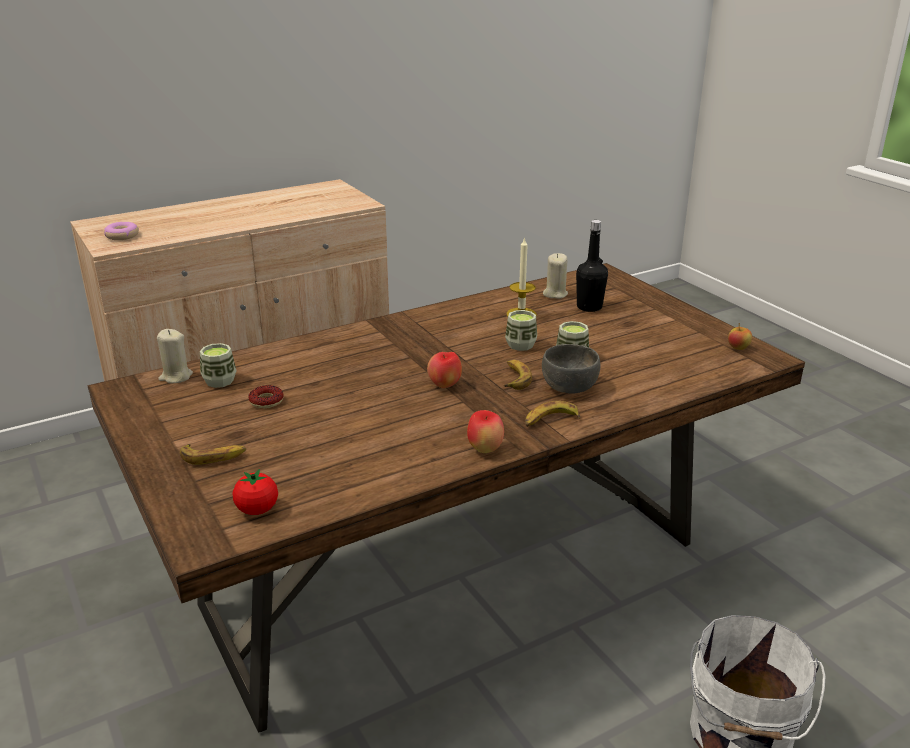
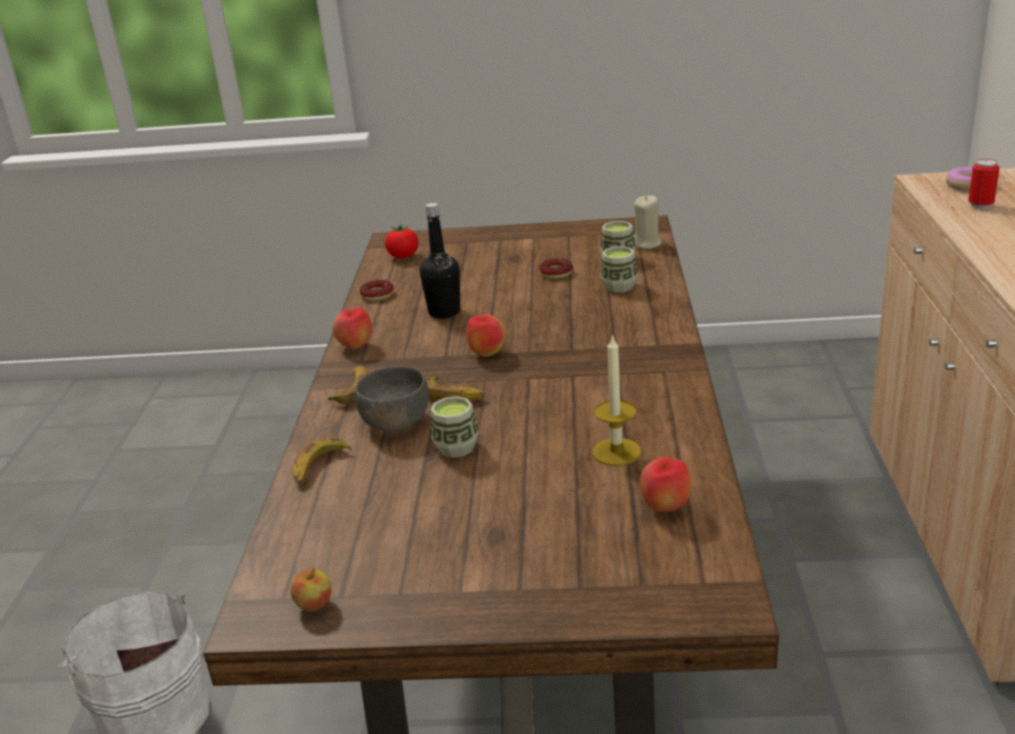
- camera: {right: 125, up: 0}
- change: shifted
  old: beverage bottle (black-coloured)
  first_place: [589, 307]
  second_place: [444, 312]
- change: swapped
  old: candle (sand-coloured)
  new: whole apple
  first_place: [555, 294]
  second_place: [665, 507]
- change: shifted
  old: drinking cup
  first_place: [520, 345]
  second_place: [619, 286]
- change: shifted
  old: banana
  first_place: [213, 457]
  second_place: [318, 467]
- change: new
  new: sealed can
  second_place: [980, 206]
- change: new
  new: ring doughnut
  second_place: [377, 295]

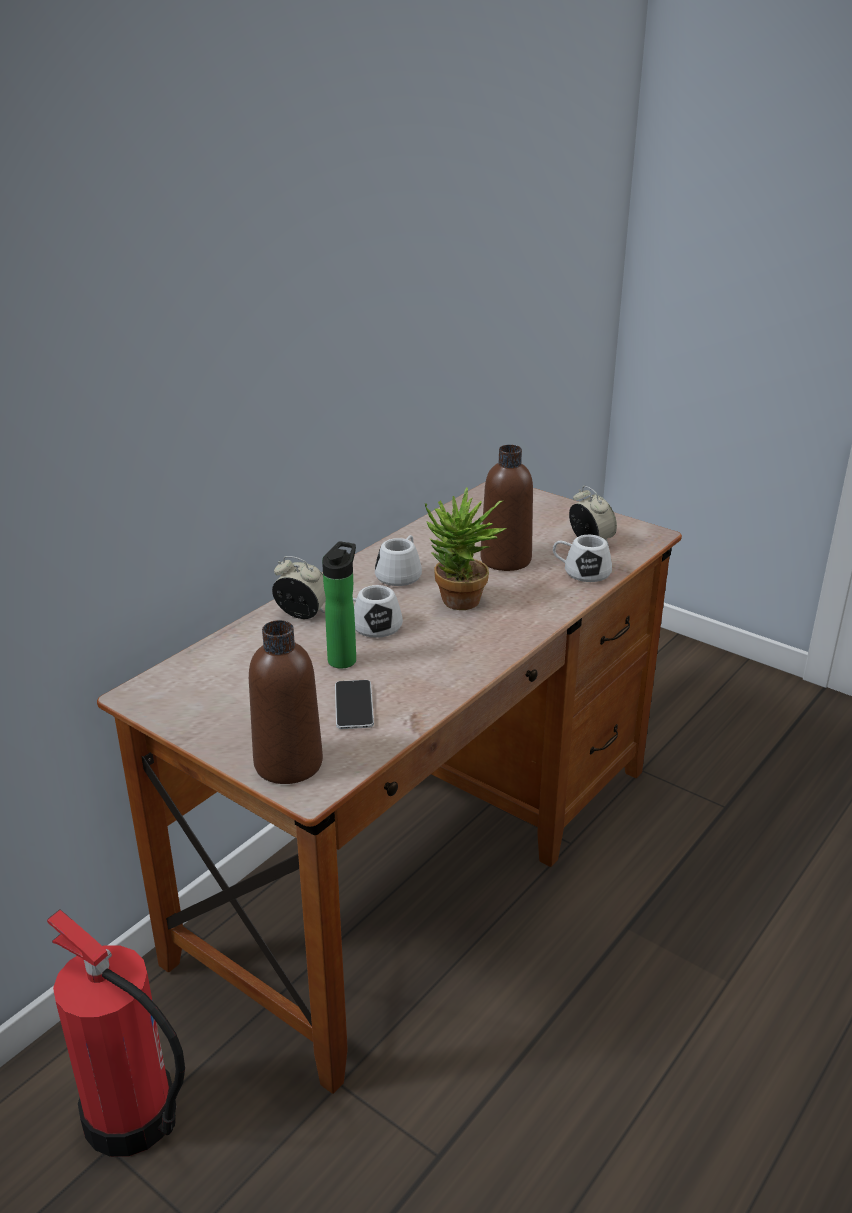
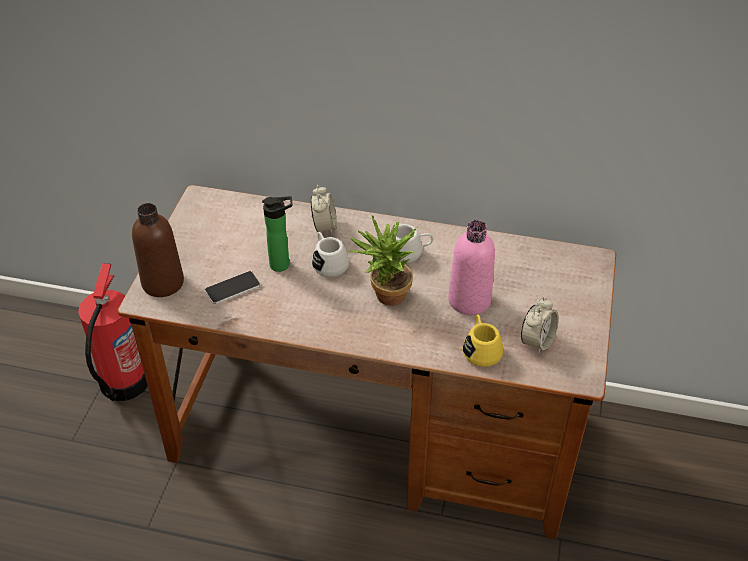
- camera: {right: 65, up: 15}
- change: repainted
  old: beverage bottle (brownish)
  new: beverage bottle (pink-coloured)
  first_place: [505, 560]
  second_place: [469, 300]
- change: repainted
  old: coffee mug (white-coloured)
  new: coffee mug (yellowish)
  first_place: [581, 572]
  second_place: [481, 349]

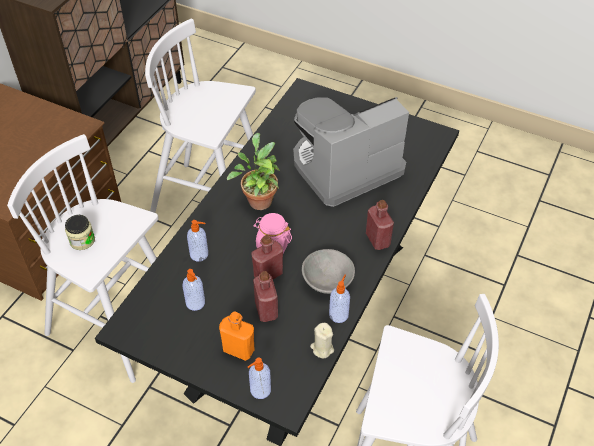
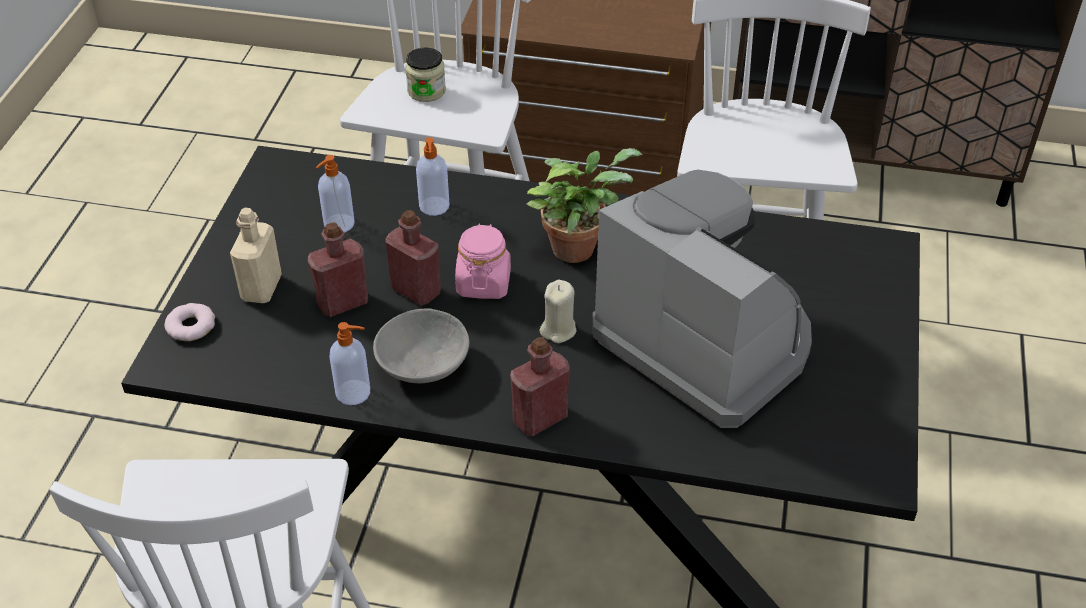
- camera: {right: 75, up: -5}
- change: repainted
  old: beverage bottle (orange-coloured)
  new: beverage bottle (sand-coloured)
  first_place: [238, 349]
  second_place: [261, 288]
- change: shifted
  old: candle (sand-coloured)
  first_place: [322, 348]
  second_place: [558, 330]
- change: swapped
  old: liquid soap bottle
  new: ring doughnut
  first_place: [259, 390]
  second_place: [191, 326]

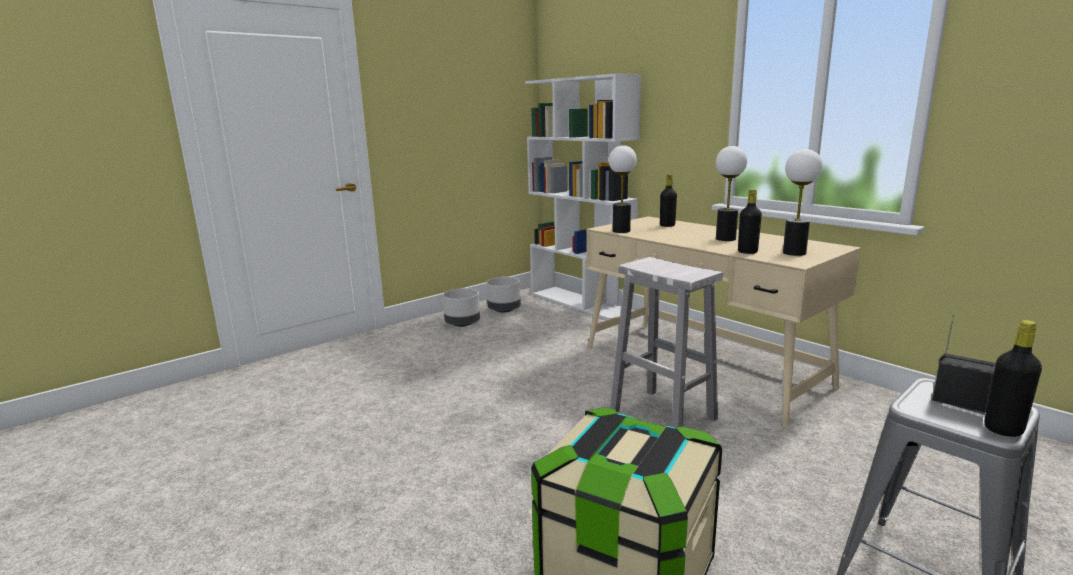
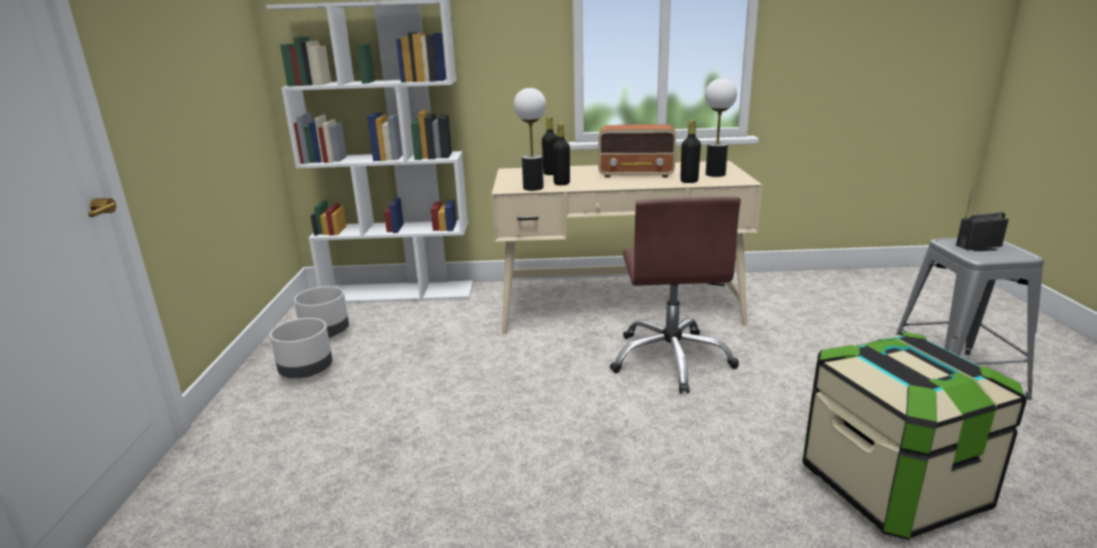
- camera: {right: -50, up: 5}
- change: swapped
  old: lamp for a table
  new: radio
  first_place: [726, 239]
  second_place: [637, 174]
- change: swapped
  old: sitting stool (white-coloured)
  new: desk chair (brownish)
  first_place: [661, 414]
  second_place: [671, 359]
- change: shifted
  old: beverage bottle (black-coloured)
  first_place: [1003, 429]
  second_place: [561, 183]

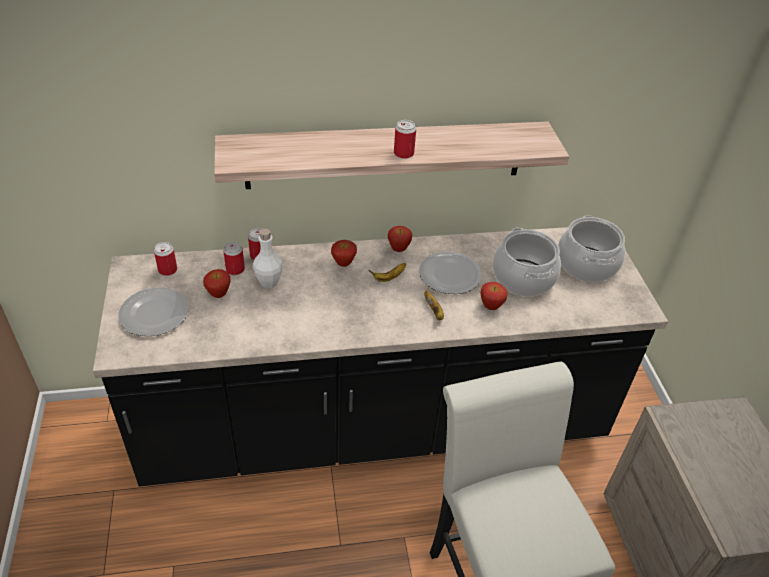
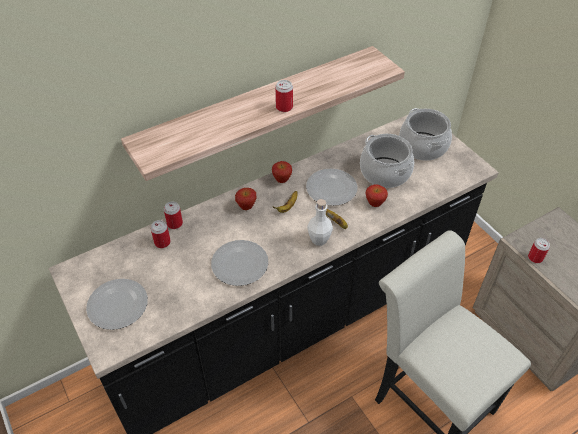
- camera: {right: -20, up: 5}
- change: shifted
  old: beverage bottle (white-coloured)
  first_place: [269, 282]
  second_place: [319, 239]
- change: shifted
  old: sealed can
  first_place: [168, 270]
  second_place: [535, 258]
- change: gone
  old: whole apple
  first_place: [219, 294]
- change: new
  new: plate
  second_place: [239, 263]

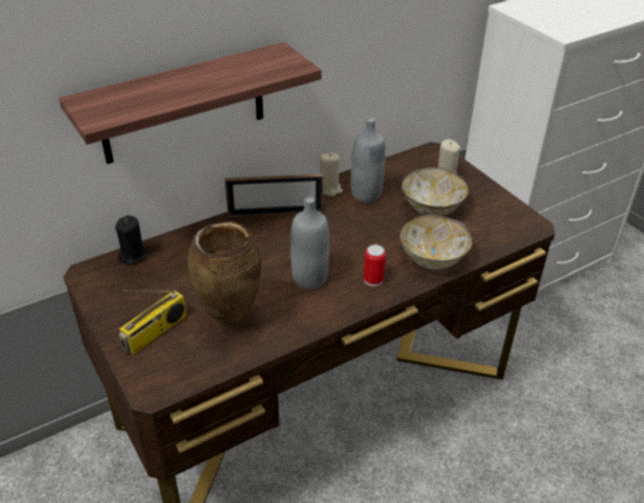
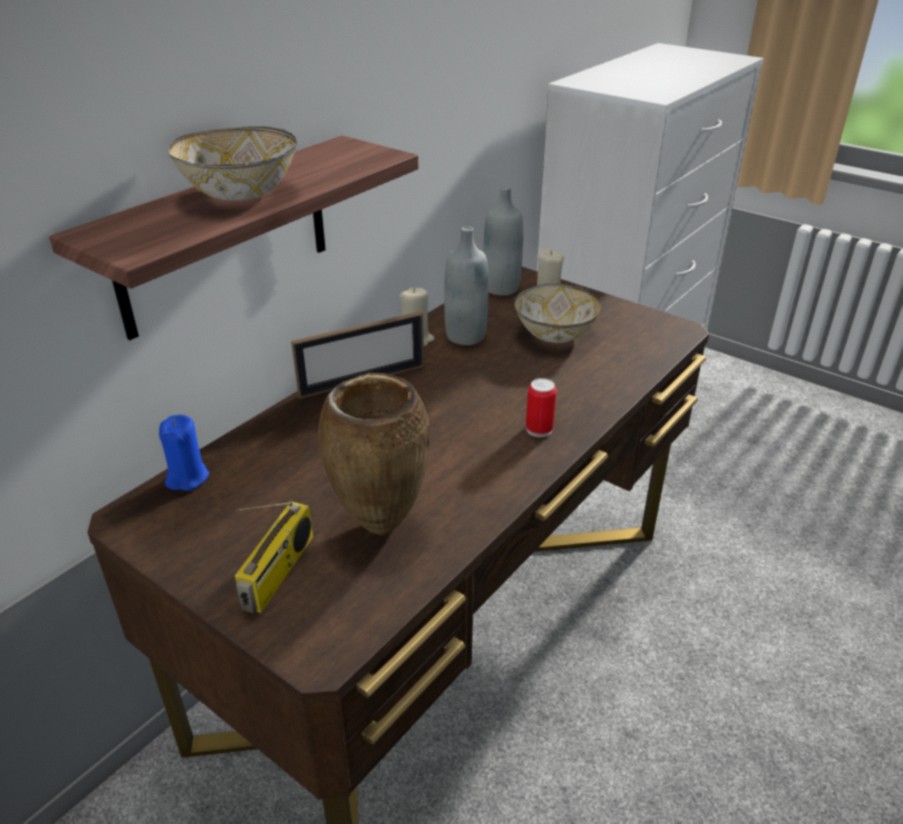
- camera: {right: -20, up: -5}
- change: shifted
  old: beverage bottle (gray)
  first_place: [309, 279]
  second_place: [501, 288]
- change: repainted
  old: candle (black-coloured)
  new: candle (blue-coloured)
  first_place: [133, 256]
  second_place: [187, 477]
- change: shifted
  old: deep dish
  first_place: [433, 259]
  second_place: [242, 194]

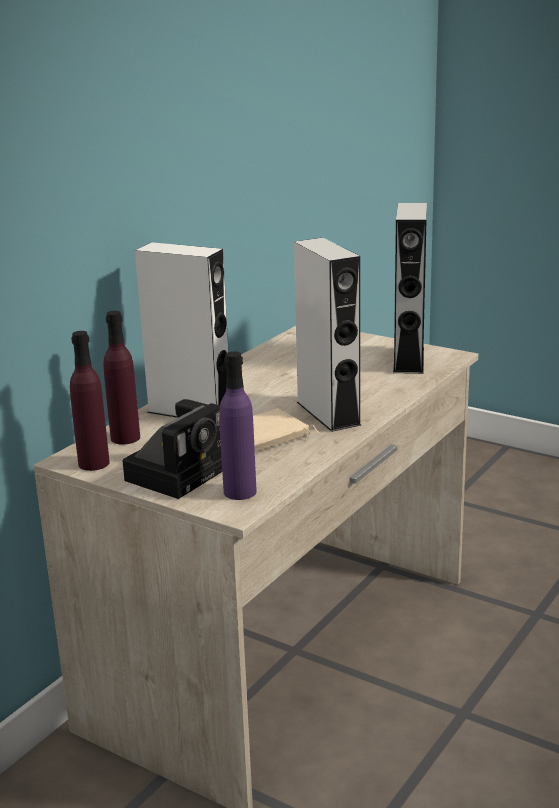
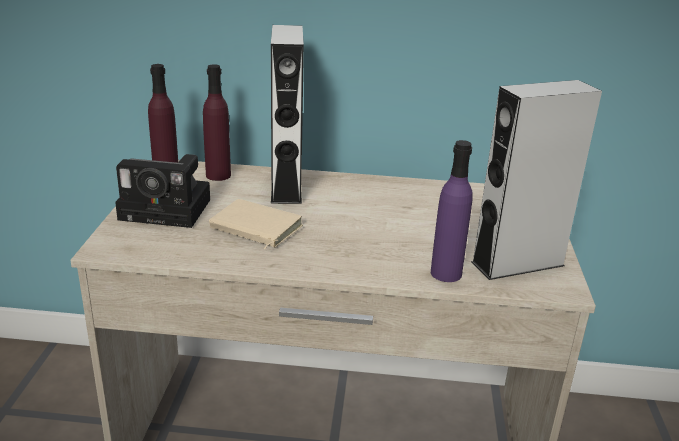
- camera: {right: 60, up: 5}
- change: gone
  old: loudspeaker (gray)
  first_place: [328, 413]
- change: shifted
  old: beverage bottle (purplish)
  first_place: [240, 492]
  second_place: [446, 273]

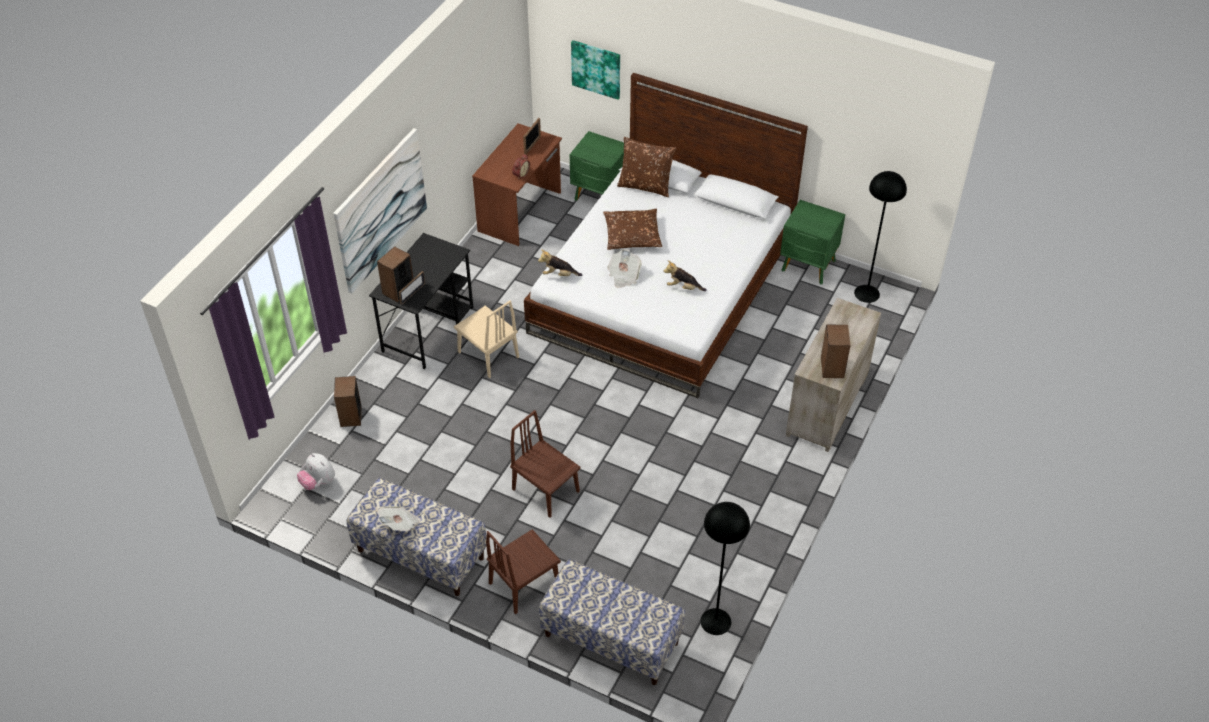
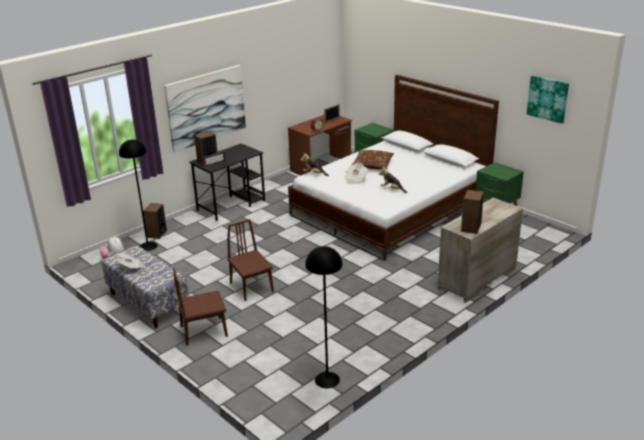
- camera: {right: 20, up: -20}
- change: shifted
  old: wall picture
  first_place: [596, 68]
  second_place: [548, 98]
- change: gone
  old: cushion (brownish)
  first_place: [645, 186]
- change: shifted
  old: standing lamp (black-coloured)
  first_place: [866, 293]
  second_place: [148, 246]
- change: gone
  old: chair (sand-coloured)
  first_place: [488, 354]
- change: gone
  old: bench
  first_place: [611, 639]

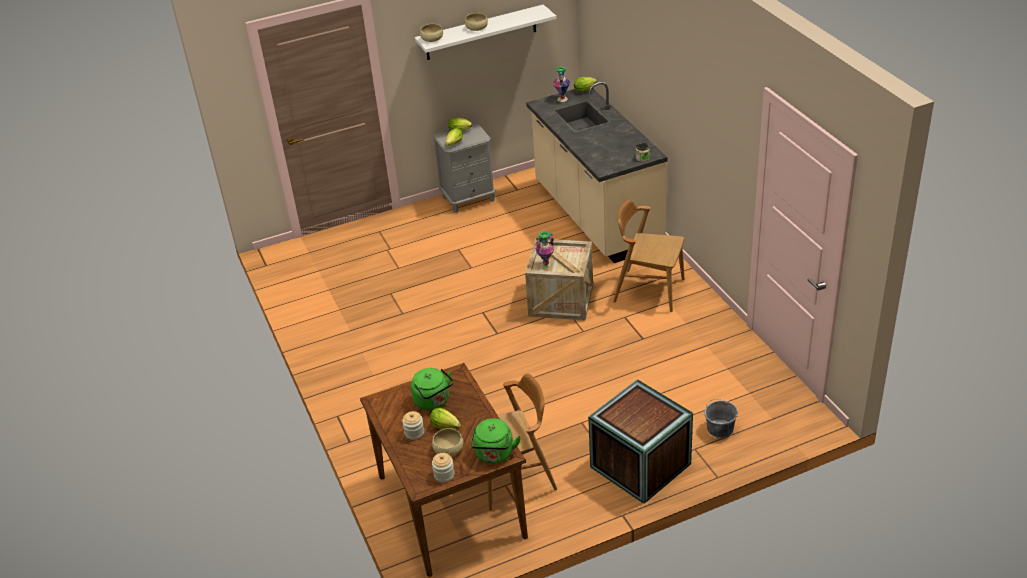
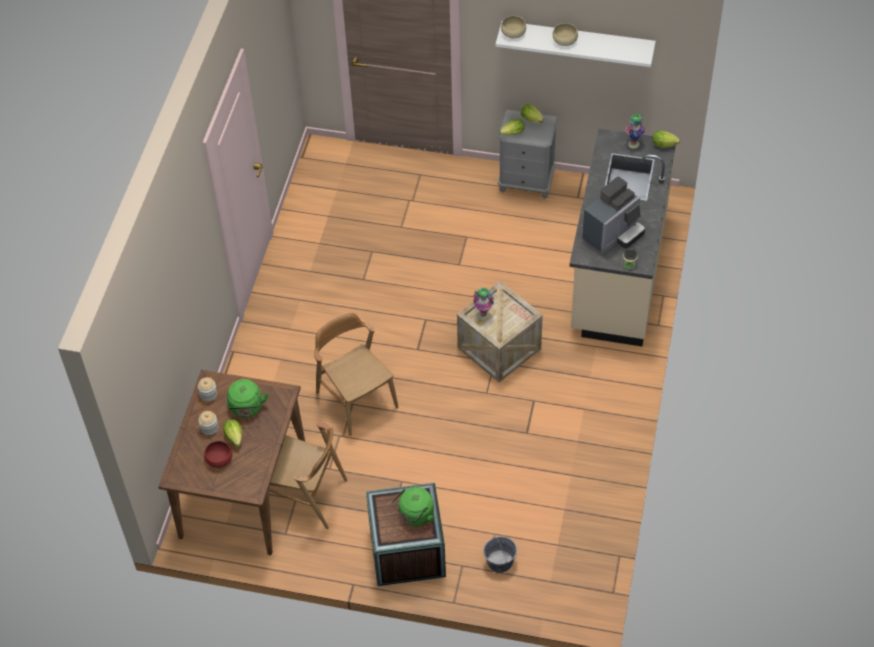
- camera: {right: 35, up: 15}
- change: shifted
  old: chair (brownish)
  first_place: [648, 290]
  second_place: [357, 400]
- change: shifted
  old: water kettle (green-coloured)
  first_place: [494, 455]
  second_place: [415, 516]
- change: repainted
  old: deep dish (sand-coloured)
  new: deep dish (red)
  first_place: [448, 449]
  second_place: [219, 459]
- change: shifted
  old: storage jar
  first_place: [444, 475]
  second_place: [208, 394]
- change: new
  new: coffee brewer
  second_place: [613, 234]

